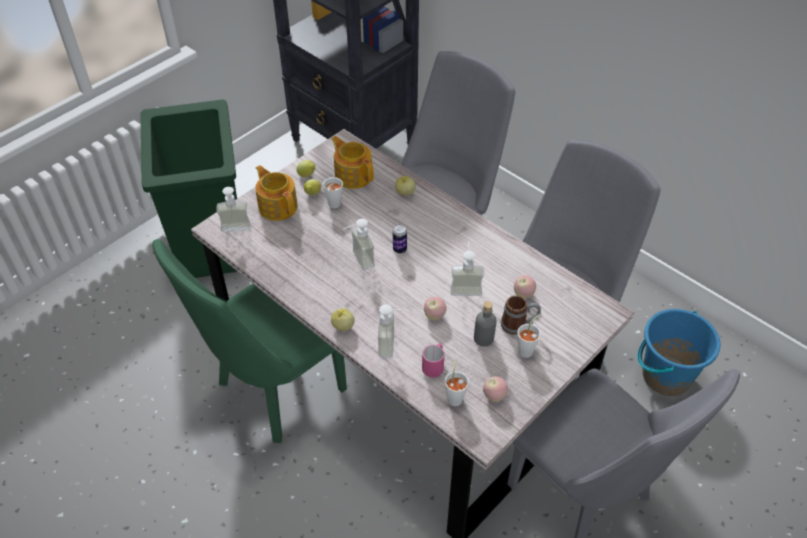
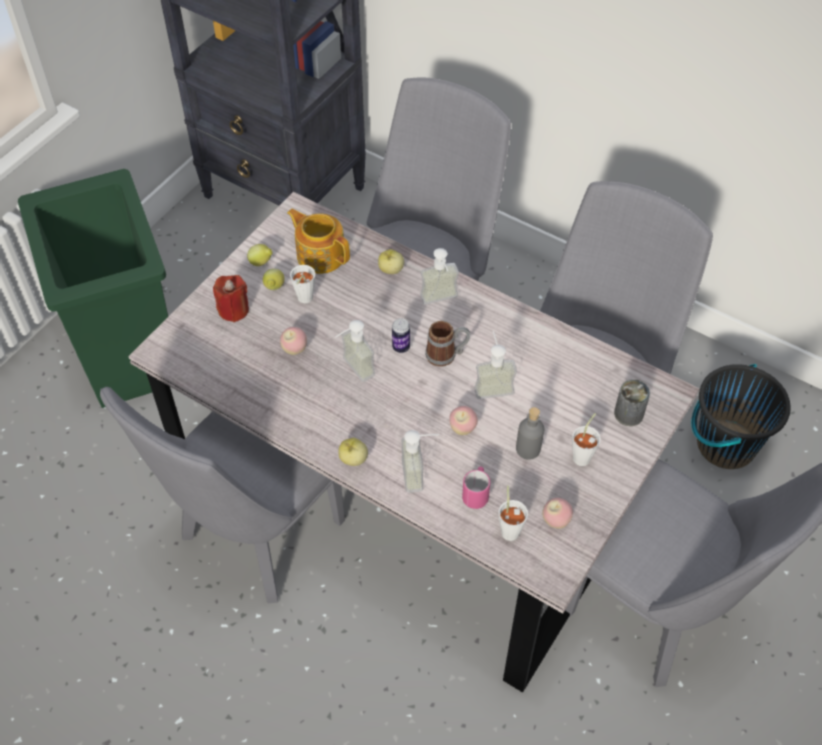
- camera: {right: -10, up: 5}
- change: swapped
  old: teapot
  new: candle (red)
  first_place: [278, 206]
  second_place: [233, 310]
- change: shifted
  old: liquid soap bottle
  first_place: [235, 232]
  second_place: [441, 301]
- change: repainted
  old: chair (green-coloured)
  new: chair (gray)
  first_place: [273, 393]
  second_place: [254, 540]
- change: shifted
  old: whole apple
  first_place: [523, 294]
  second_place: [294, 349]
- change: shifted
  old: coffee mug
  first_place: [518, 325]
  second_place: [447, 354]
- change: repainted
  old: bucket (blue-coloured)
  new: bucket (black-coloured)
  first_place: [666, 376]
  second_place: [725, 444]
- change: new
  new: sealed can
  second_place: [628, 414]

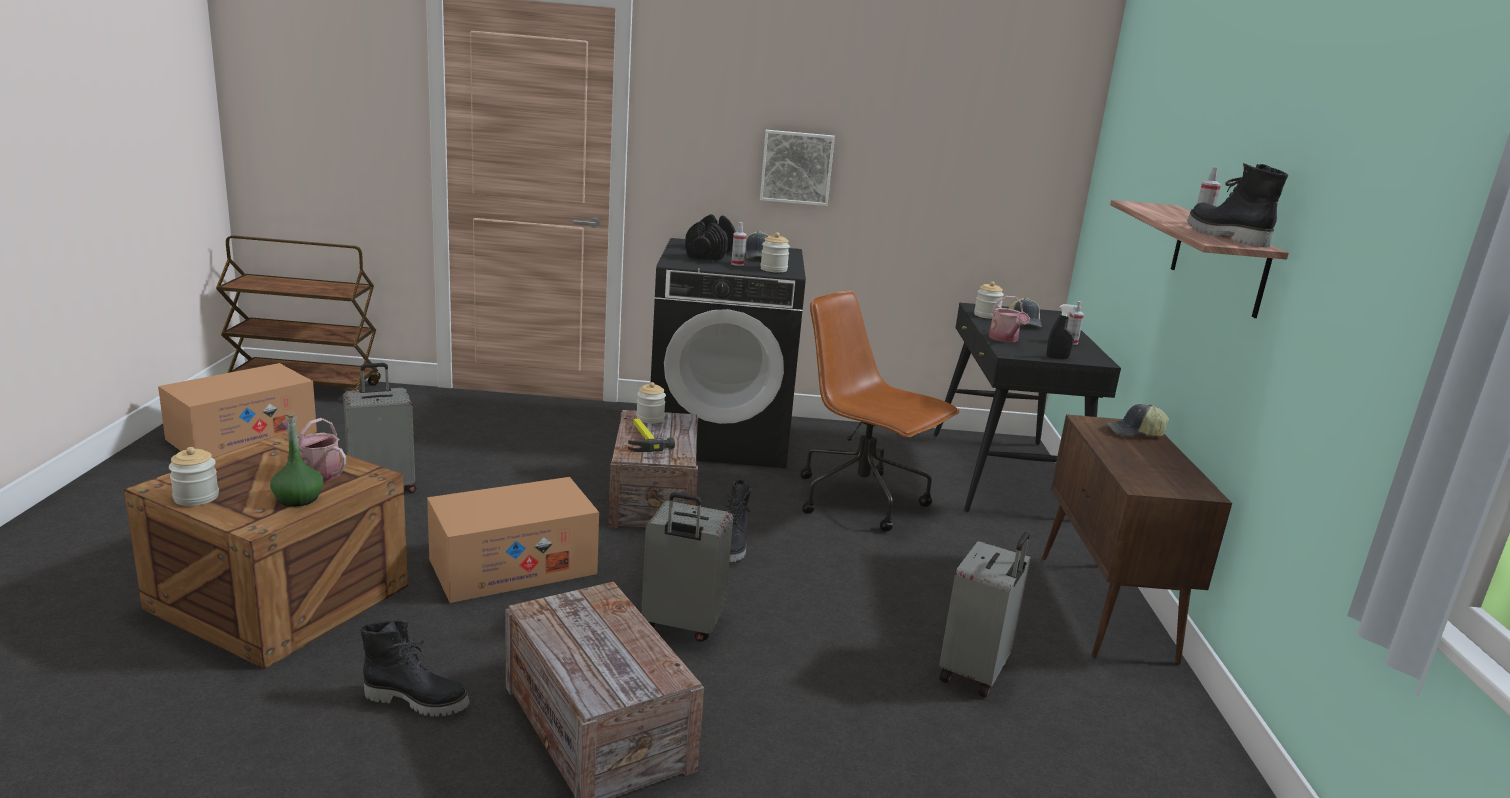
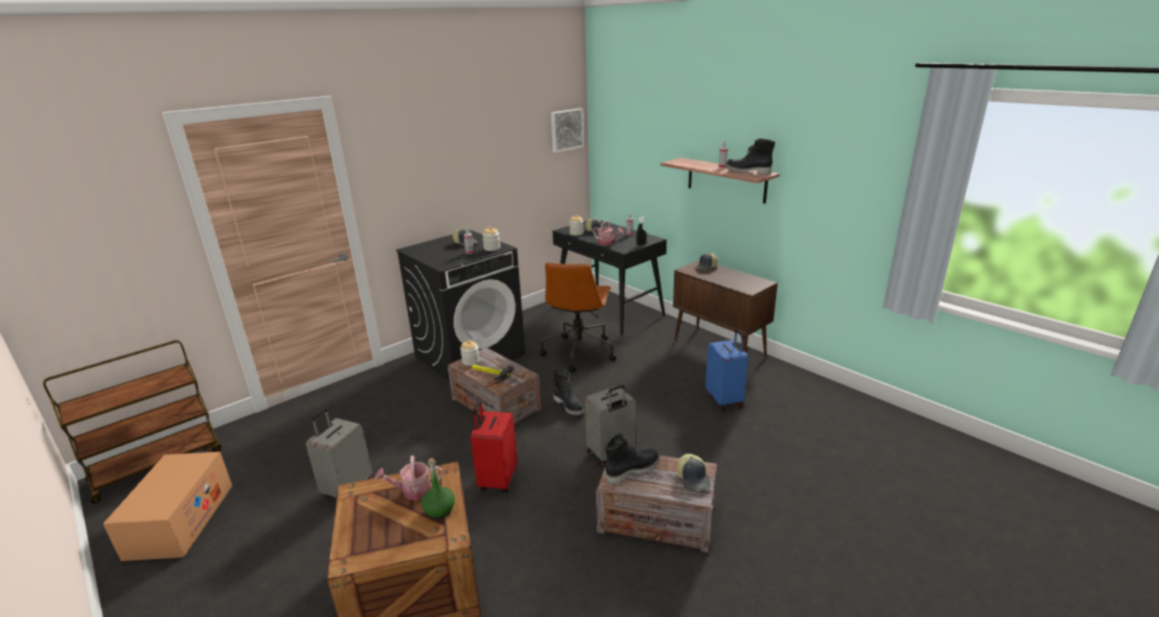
- camera: {right: -40, up: 5}
- change: shifted
  old: wall picture
  first_place: [796, 167]
  second_place: [566, 130]
- change: gone
  old: dumbbell (black-coloured)
  first_place: [710, 254]
- change: rotated
  old: desk chair (brownish)
  first_place: [862, 500]
  second_place: [579, 352]
  degrees: -75
- change: gone
  old: storage jar
  first_place: [196, 497]
- change: swapped
  old: cardboard box
  new: travel case (red)
  first_place: [513, 566]
  second_place: [497, 479]
- change: repainted
  old: travel case (gray)
  new: travel case (blue-coloured)
  first_place: [975, 672]
  second_place: [725, 400]
- change: shifted
  old: boot (black-coloured)
  first_place: [417, 700]
  second_place: [632, 470]
- change: new
  new: baseball cap
  second_place: [693, 479]

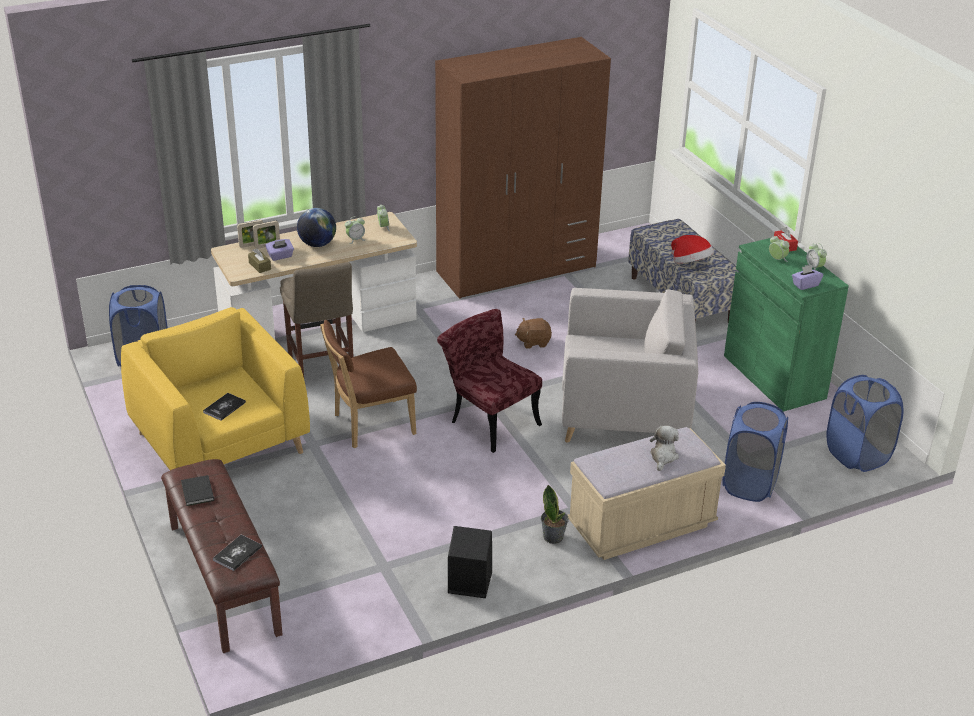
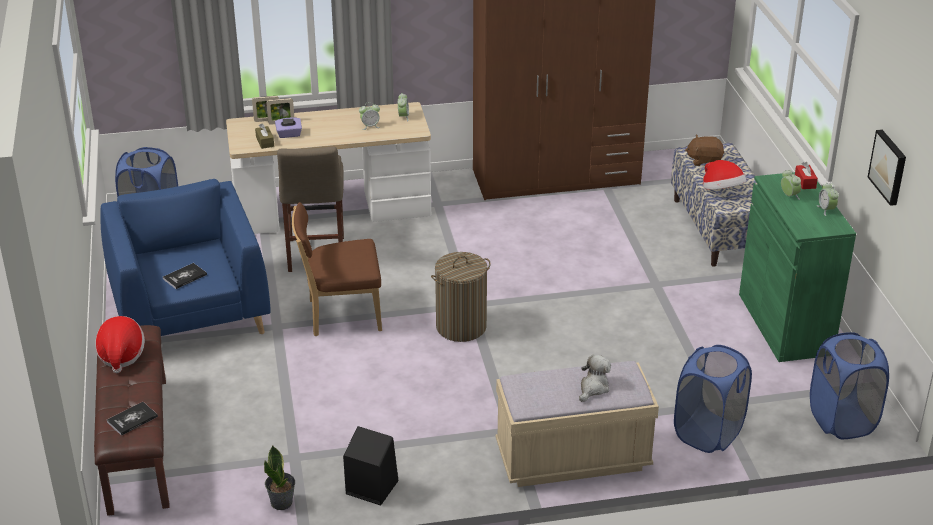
- camera: {right: 15, up: 0}
- change: gone
  old: desk globe
  first_place: [317, 244]
- change: gone
  old: box of tissues (purplish)
  first_place: [805, 285]
- change: gone
  old: lounge chair (gray)
  first_place: [624, 409]
- change: repainted
  old: lounge chair (yellowish)
  new: lounge chair (blue-coloured)
  first_place: [220, 442]
  second_place: [190, 312]
- change: swapped
  old: chair (red)
  new: washing basket
  first_place: [488, 420]
  second_place: [461, 327]
- change: shifted
  old: soft toy (brownish)
  first_place: [533, 342]
  second_place: [704, 161]
- change: swapped
  old: volume (black-coloured)
  new: hat
  first_place: [197, 493]
  second_place: [121, 355]
- change: shifted
  old: houseplant
  first_place: [553, 537]
  second_place: [282, 502]
- change: new
  new: wall picture
  second_place: [889, 167]

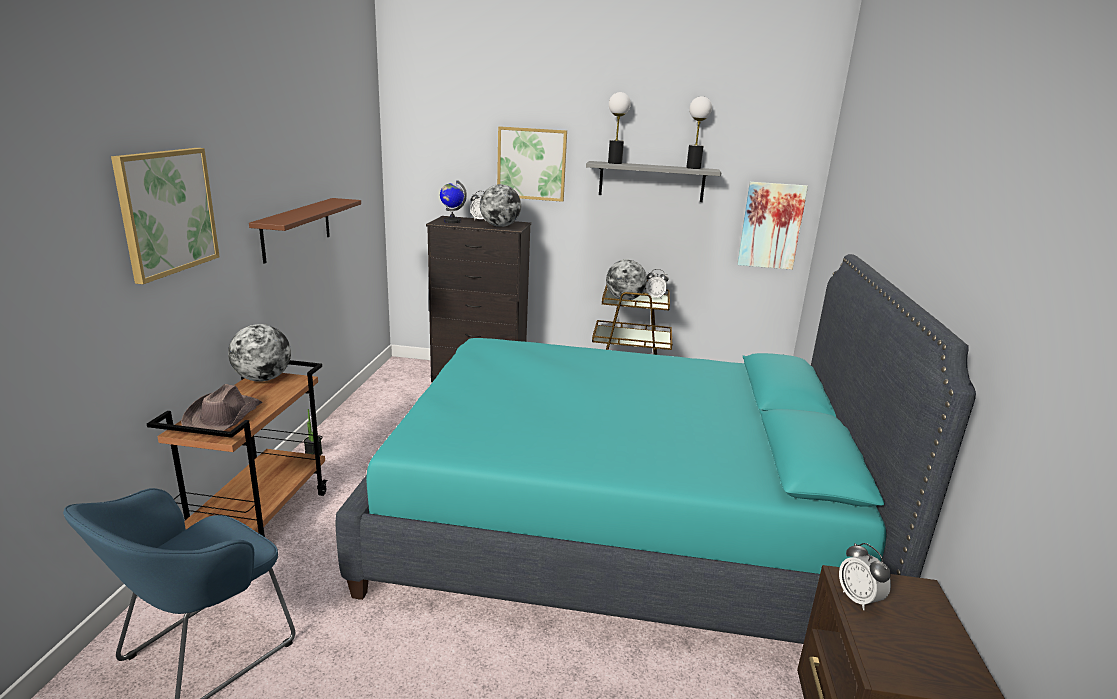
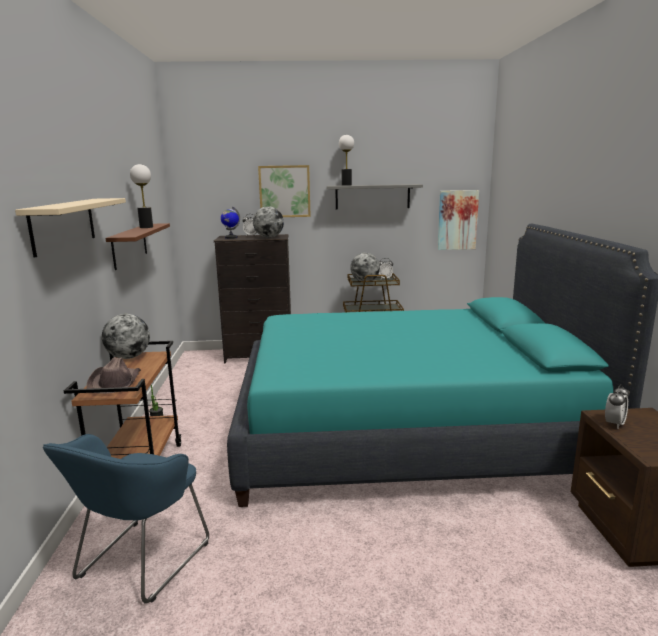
- camera: {right: -10, up: -5}
- change: shifted
  old: lamp for a table
  first_place: [693, 168]
  second_place: [146, 227]
- change: swapped
  old: wall picture
  new: wall shelf (sand-coloured)
  first_place: [167, 212]
  second_place: [64, 225]
- change: rotated
  old: table clock
  first_place: [858, 599]
  second_place: [614, 424]
  degrees: -105

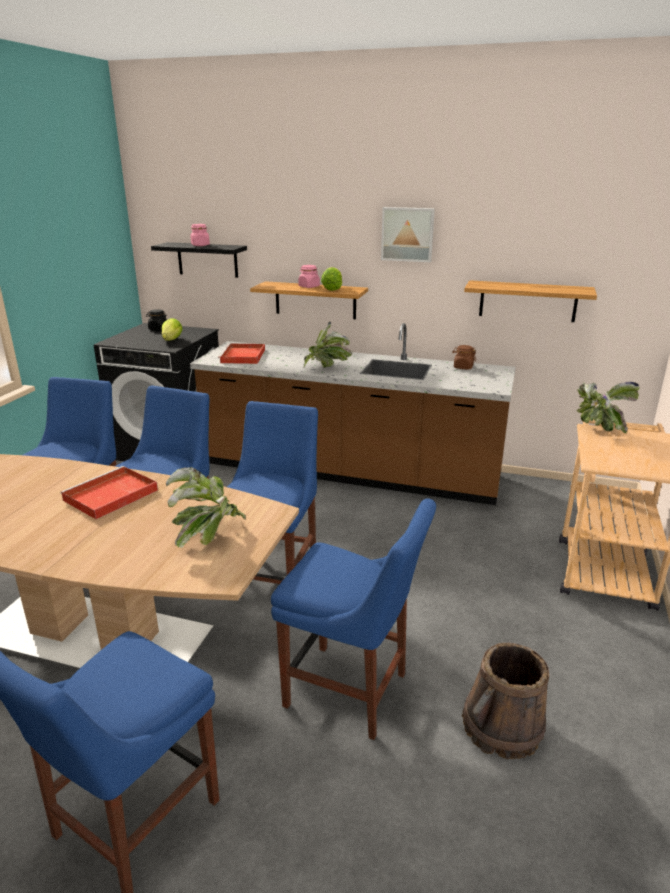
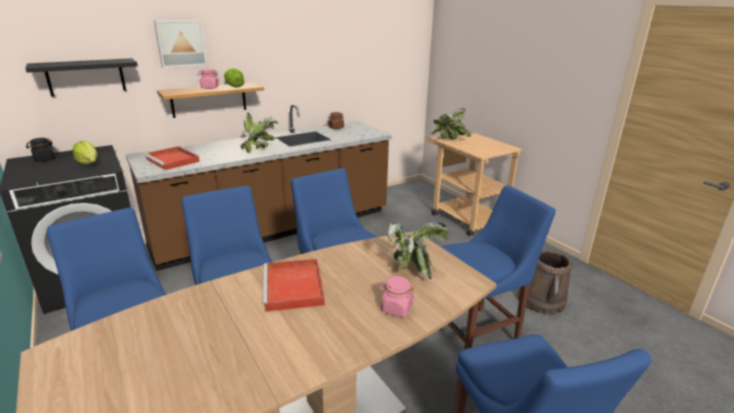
- camera: {right: -50, up: 0}
- change: shifted
  old: wall picture
  first_place: [407, 234]
  second_place: [181, 43]
- change: shifted
  old: storage jar (pink-coloured)
  first_place: [200, 245]
  second_place: [396, 308]
- change: gone
  old: wall shelf
  first_place: [528, 301]

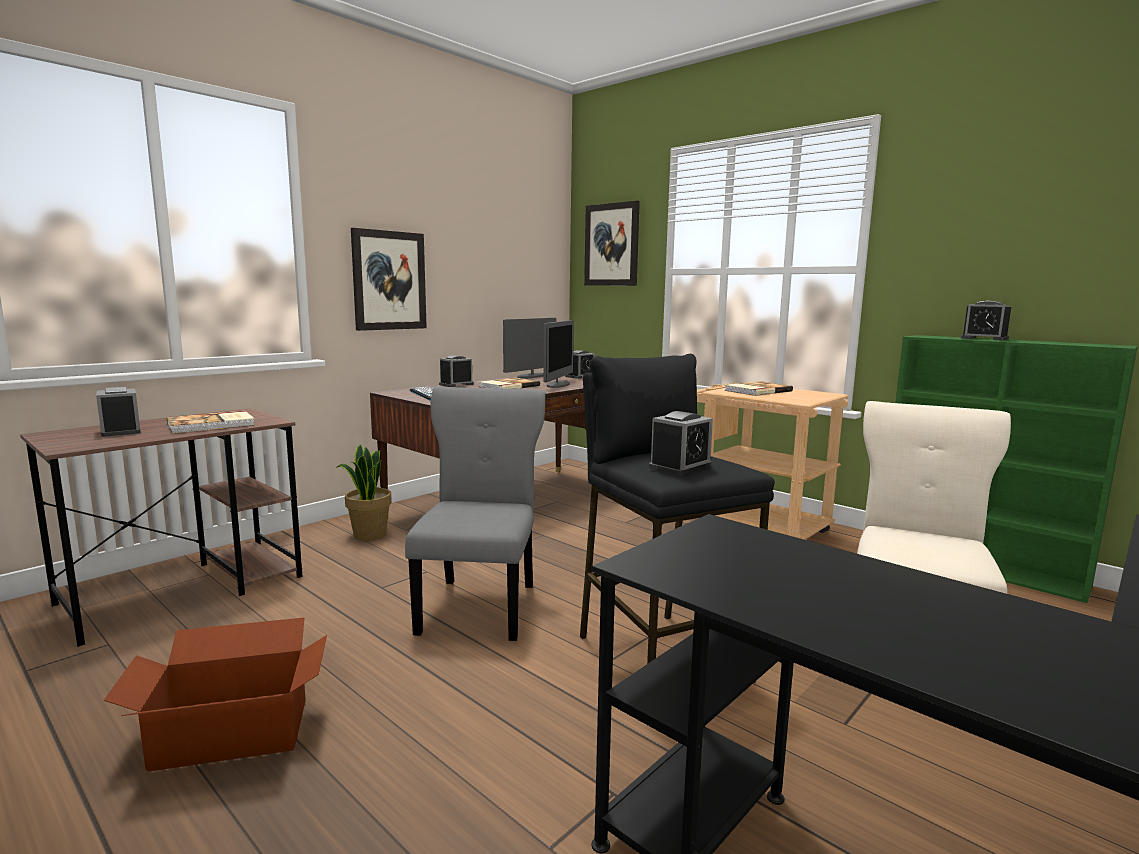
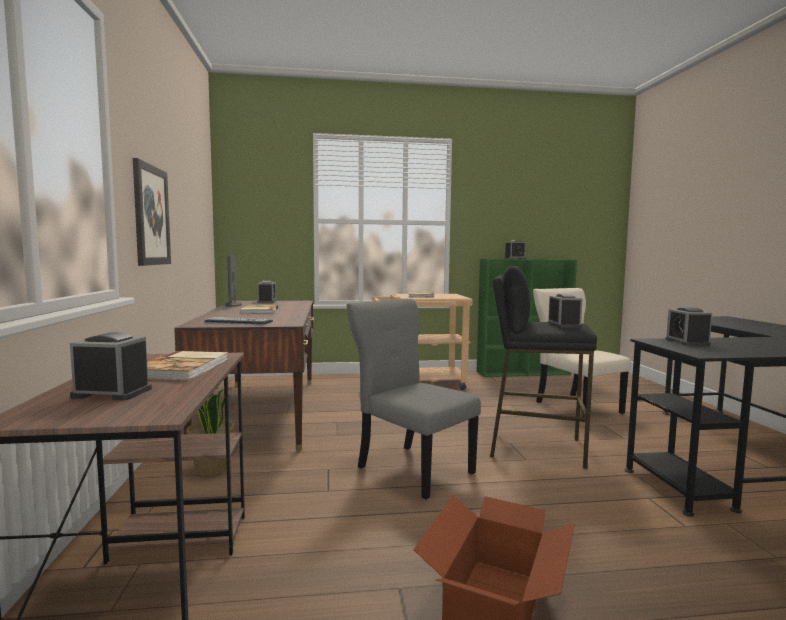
- camera: {right: -50, up: -5}
- change: gone
  old: wall picture
  first_place: [611, 245]
- change: gone
  old: monitor
  first_place: [558, 384]
- change: shifted
  old: table clock
  first_place: [456, 384]
  second_place: [687, 342]

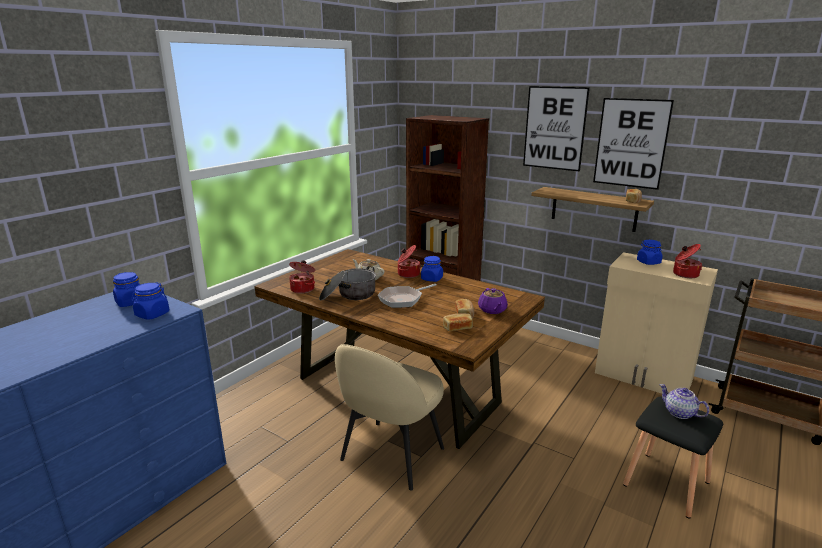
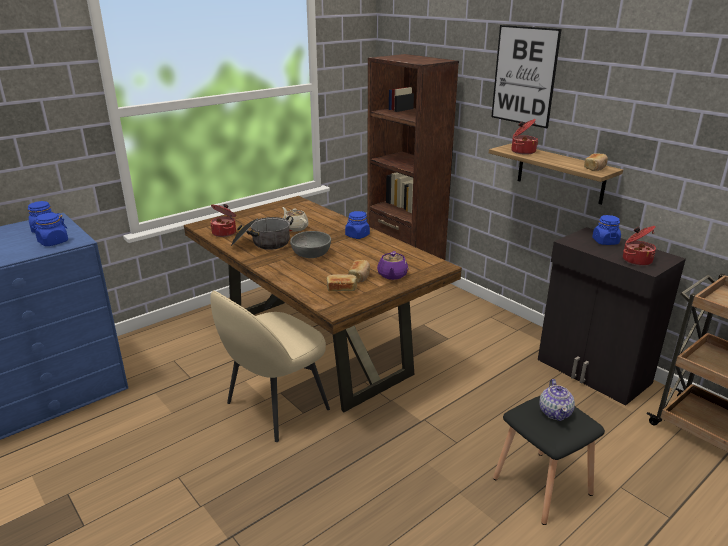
- camera: {right: 15, up: 5}
- change: gone
  old: wall picture
  first_place: [631, 143]
- change: shifted
  old: stockpot
  first_place: [408, 274]
  second_place: [522, 151]
- change: repainted
  old: cabinet (sand-coloured)
  new: cabinet (black-coloured)
  first_place: [643, 376]
  second_place: [593, 372]
- change: swapped
  old: frying pan
  new: deep dish (gray)
  first_place: [403, 299]
  second_place: [311, 253]
- change: rotated
  old: teapot
  first_place: [680, 413]
  second_place: [555, 412]
  degrees: -150

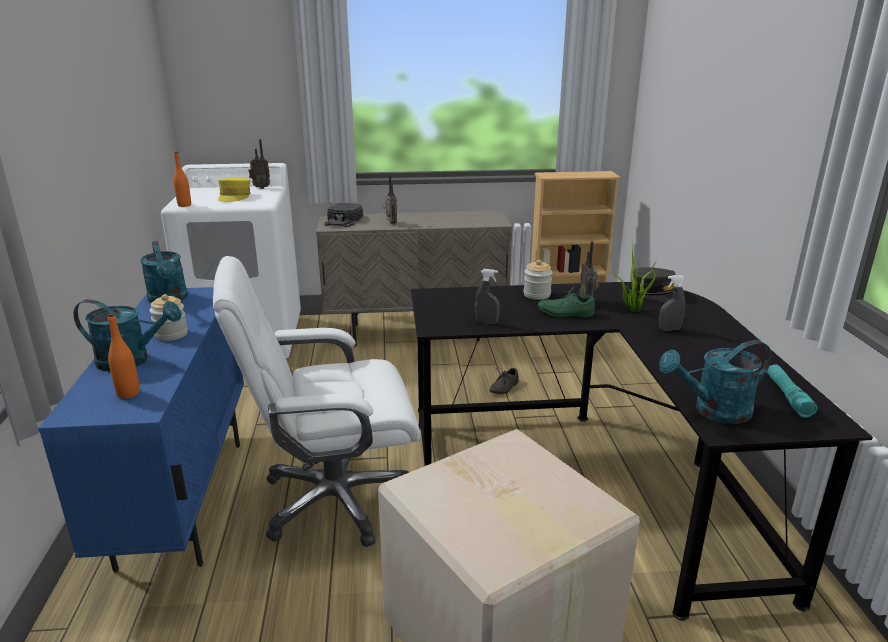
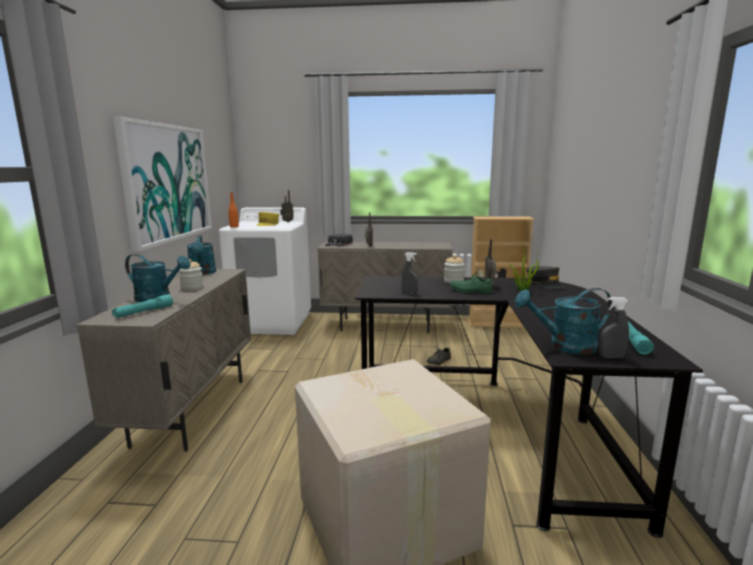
- camera: {right: 10, up: -10}
- change: gone
  old: desk chair (white-coloured)
  first_place: [334, 499]
- change: shifted
  old: spray bottle (gray)
  first_place: [669, 329]
  second_place: [611, 357]
- change: repainted
  old: cabinet (blue-coloured)
  new: cabinet (sand-coloured)
  first_place: [184, 500]
  second_place: [192, 410]
- change: swapped
  old: beverage bottle (orange-coloured)
  new: flashlight (blue-green)
  first_place: [128, 393]
  second_place: [144, 312]
- change: new
  new: wall picture
  second_place: [168, 183]

